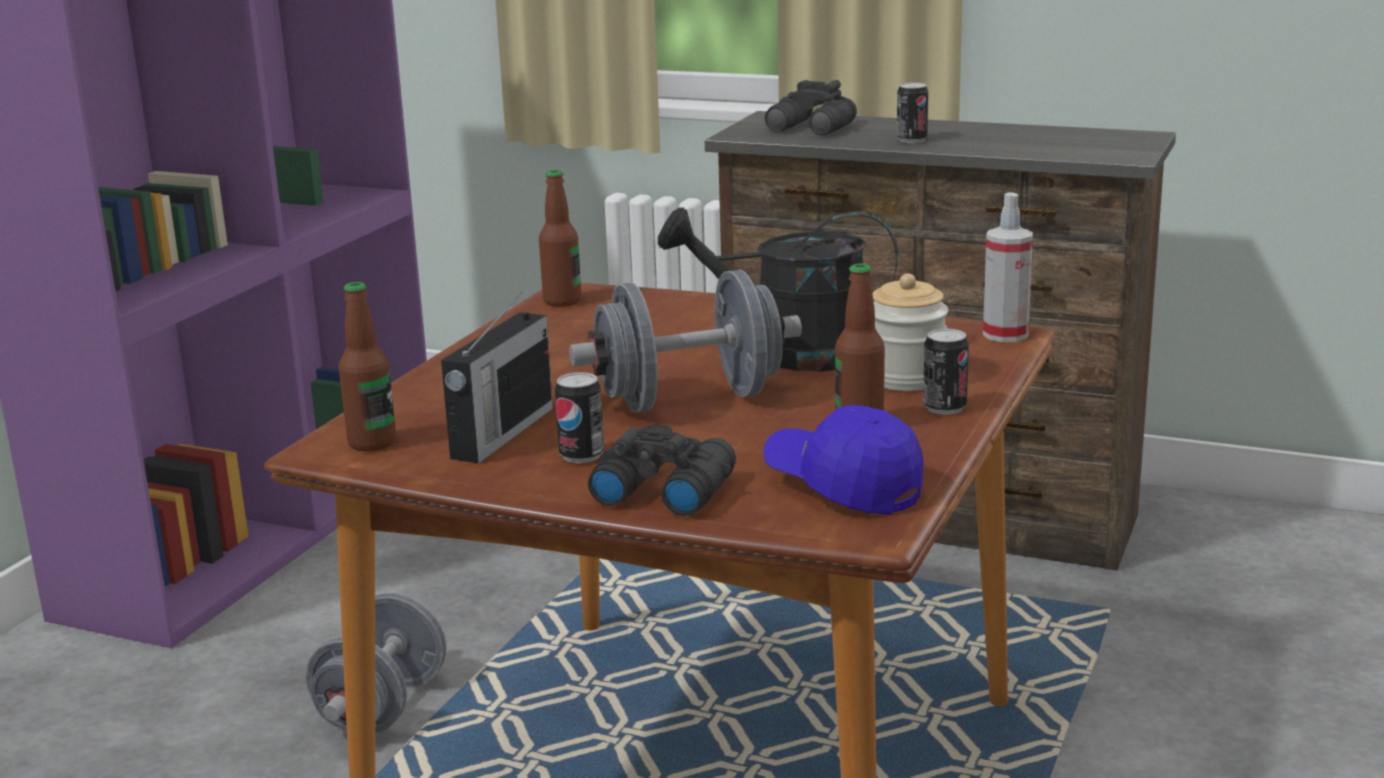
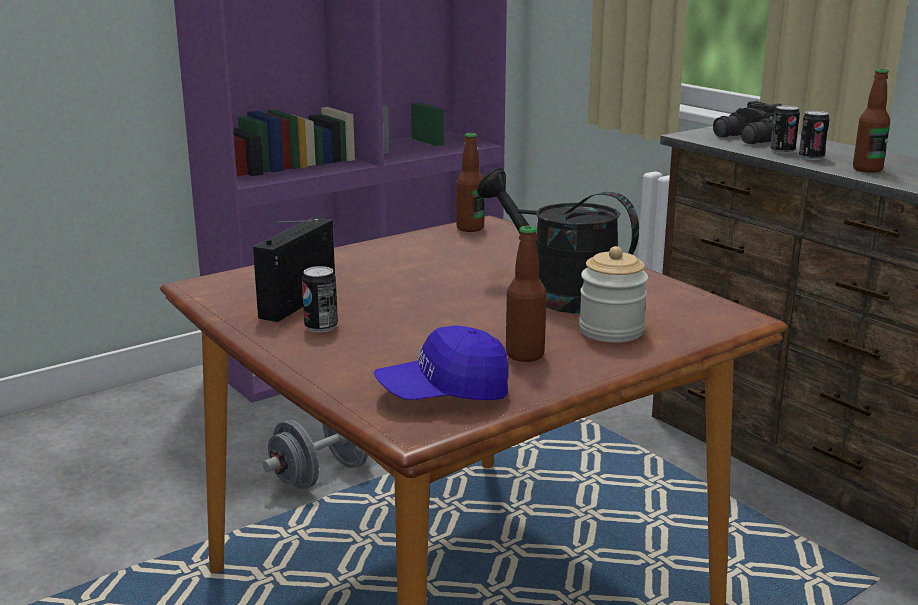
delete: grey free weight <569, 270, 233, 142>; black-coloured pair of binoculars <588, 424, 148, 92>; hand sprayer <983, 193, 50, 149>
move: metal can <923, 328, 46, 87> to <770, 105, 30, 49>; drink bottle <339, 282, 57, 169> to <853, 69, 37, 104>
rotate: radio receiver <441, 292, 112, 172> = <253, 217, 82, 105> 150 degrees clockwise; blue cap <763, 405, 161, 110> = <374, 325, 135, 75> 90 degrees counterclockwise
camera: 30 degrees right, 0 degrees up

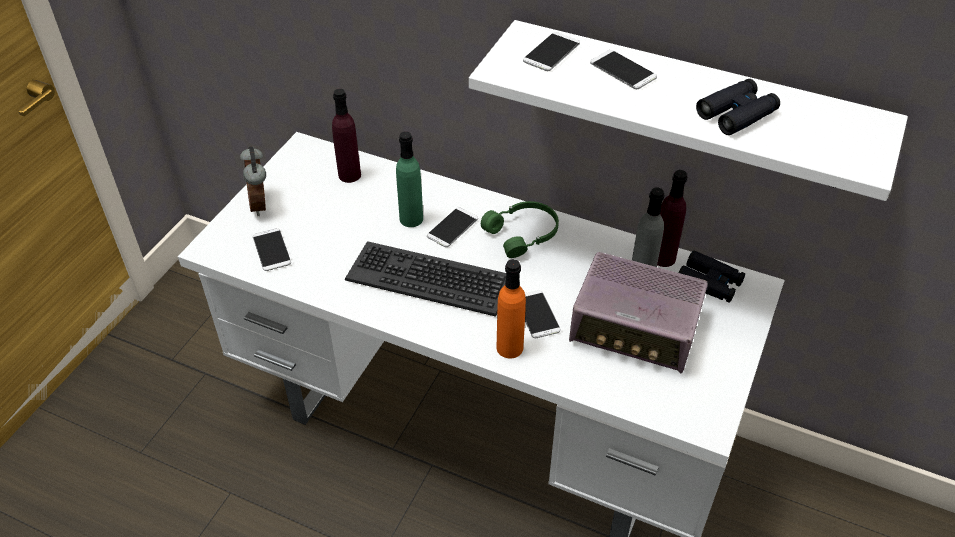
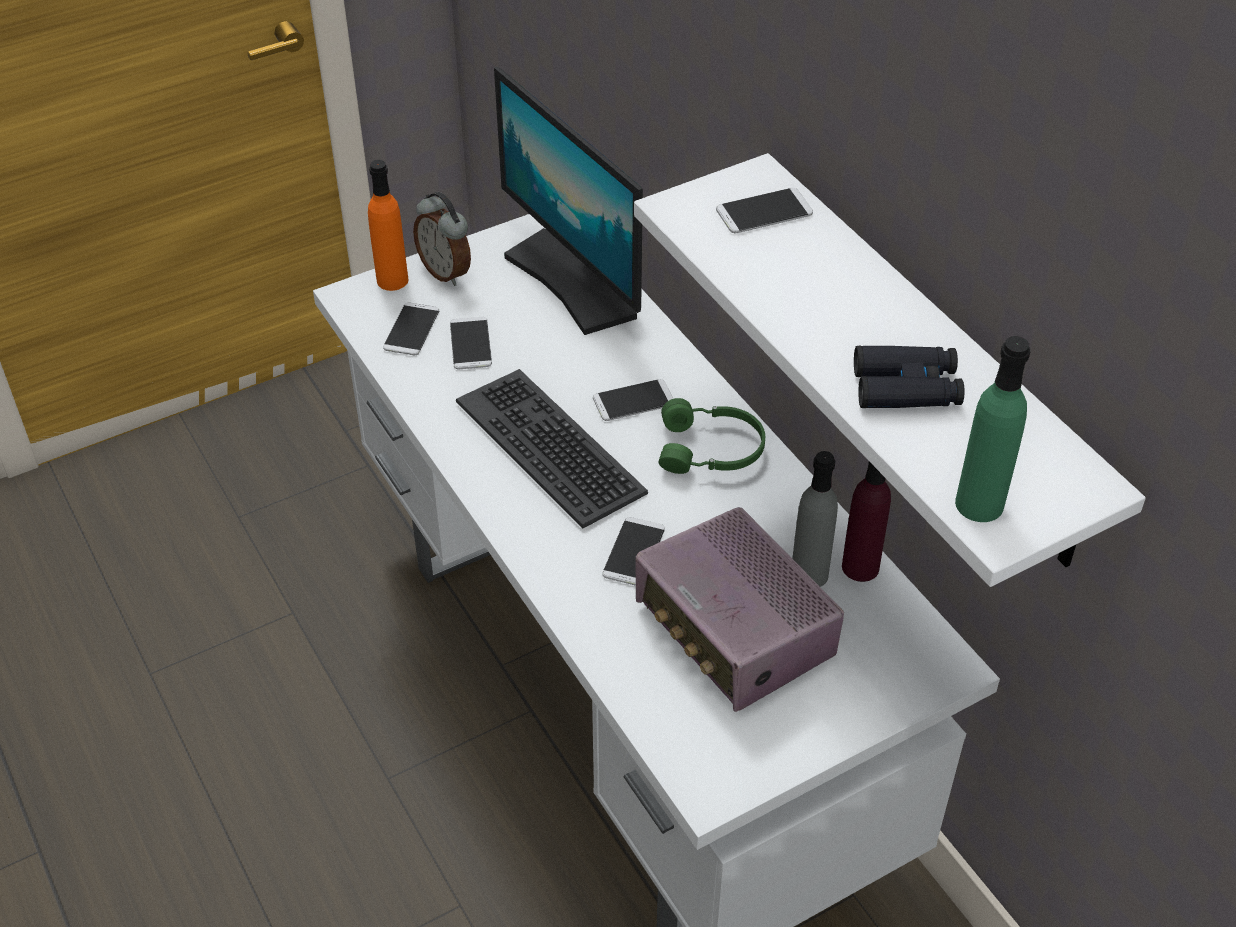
delete: black-coloured pair of binoculars <678, 250, 67, 53>
move: orangey drink bottle <496, 259, 30, 99> to <368, 160, 40, 131>; phone <590, 50, 67, 39> to <450, 317, 42, 53>; green-coloured drink bottle <396, 131, 27, 96> to <955, 336, 76, 186>
replace: purple-coloured drink bottle <332, 89, 29, 94> to computer display <494, 67, 149, 268>
rotate: bedside clock <240, 146, 26, 70> = <413, 192, 58, 94> 60 degrees counterclockwise
camera: 35 degrees right, 0 degrees up

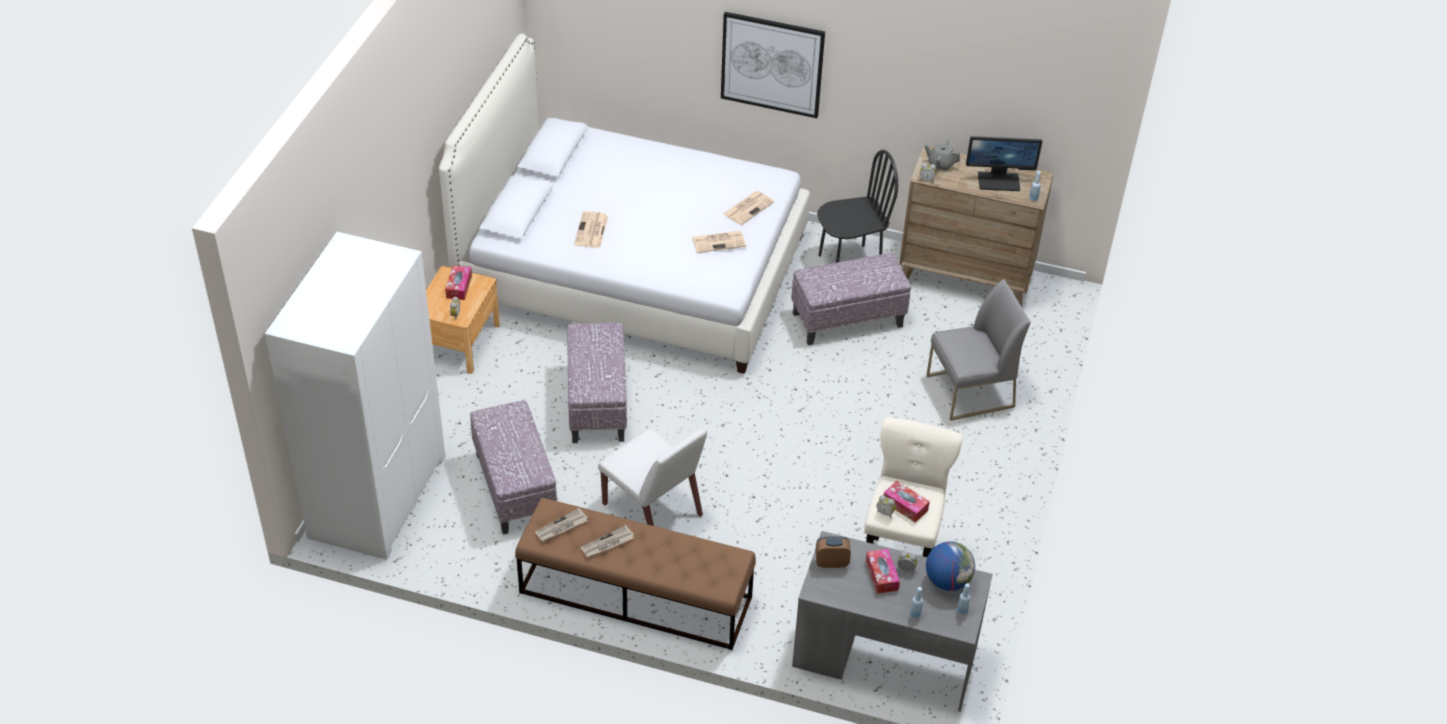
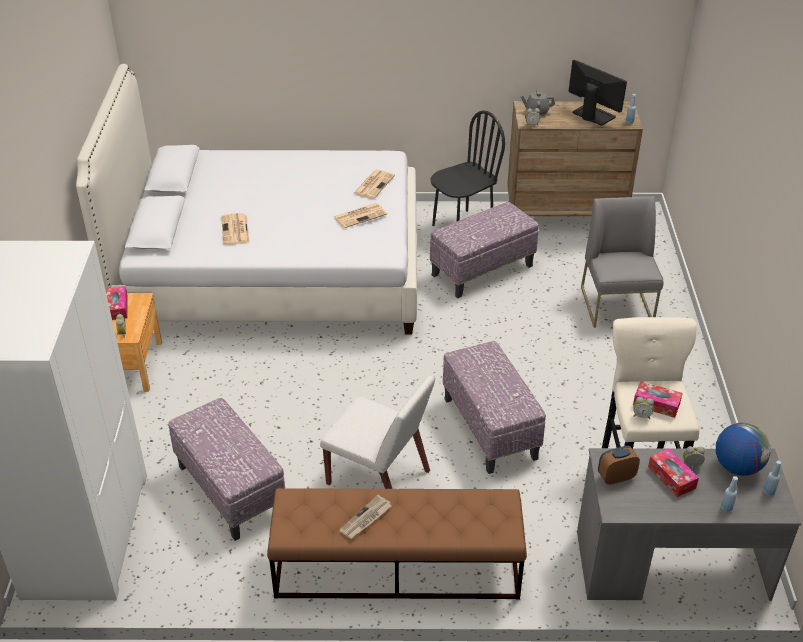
delete: printed paper <535, 508, 53, 34>; wall art <721, 12, 104, 106>
move: ottoman <567, 322, 60, 121> to <443, 341, 103, 133>
rotate: computer display <966, 136, 76, 55> = <569, 60, 58, 66> 120 degrees counterclockwise; grey upright chair <926, 279, 105, 142> = <581, 196, 83, 132> 60 degrees counterclockwise
camera: 15 degrees left, 5 degrees down

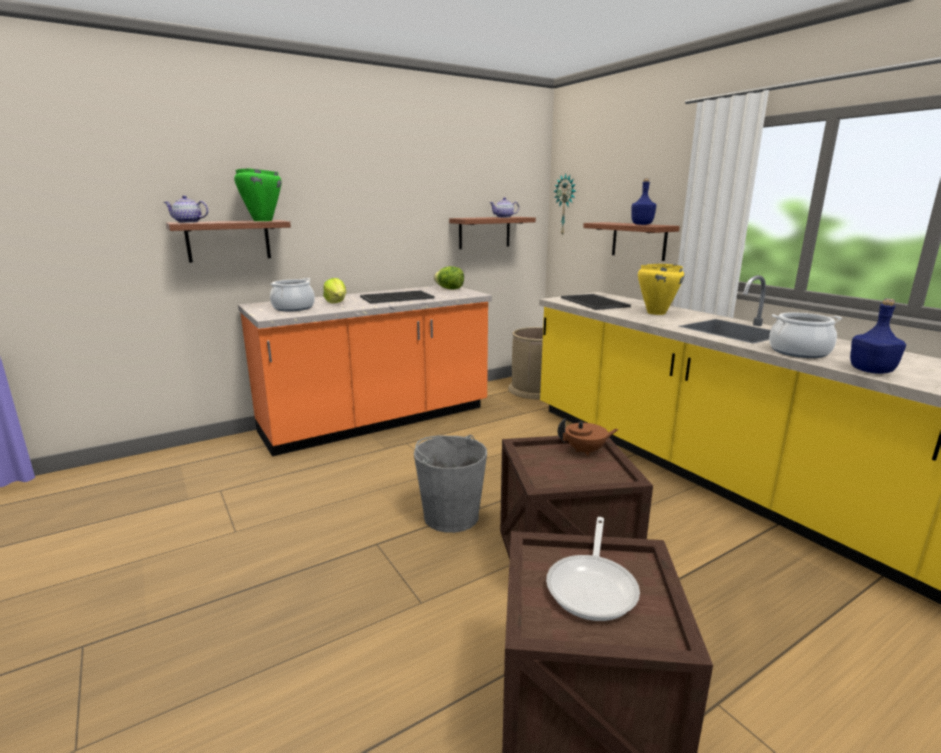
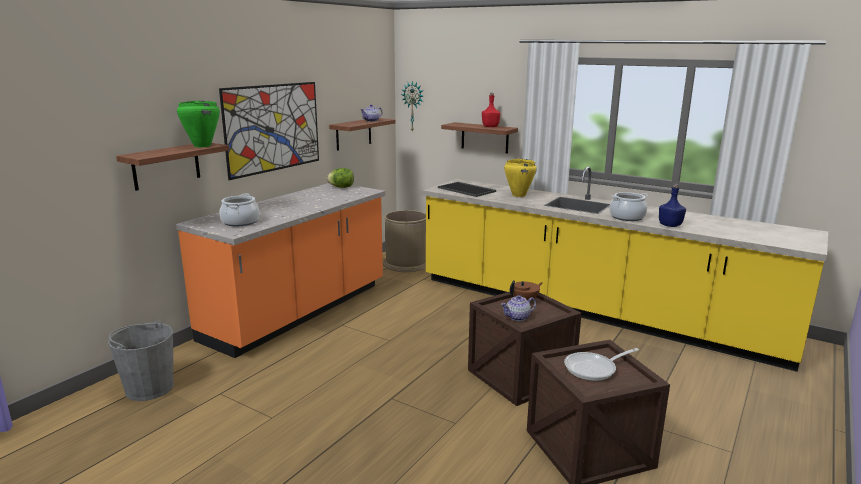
delete: head of lettuce <323, 278, 23, 25>; serving tray <360, 290, 74, 14>
insert: wall art <219, 82, 100, 98>
move: grey bucket <414, 435, 73, 98> to <108, 320, 66, 81>; pot for tea <163, 195, 46, 28> to <501, 295, 35, 26>
recolor: blue drink bottle <631, 178, 25, 47> to red-coloured drink bottle <482, 93, 19, 34>
rotate: pan <546, 517, 94, 104> = <564, 348, 75, 33> 75 degrees clockwise
camera: 25 degrees left, 0 degrees up

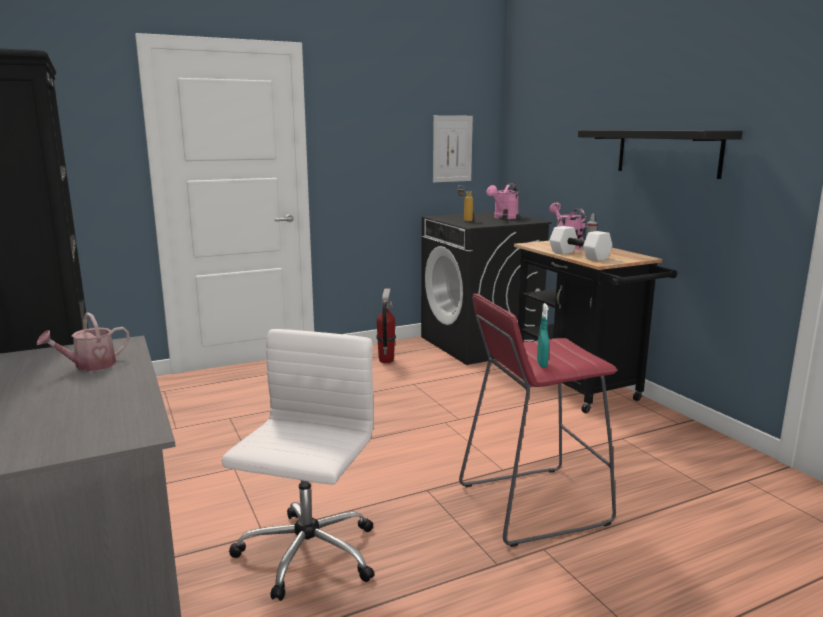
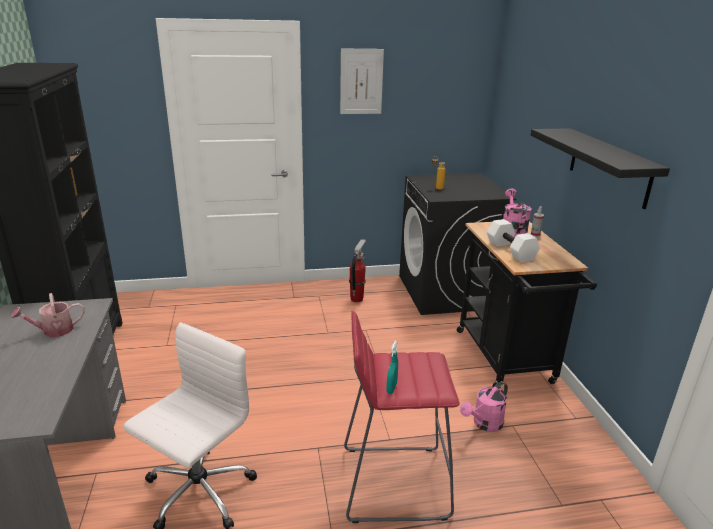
move: wall art <433, 115, 40, 67> to <340, 48, 44, 66>; pinkish watering pot <487, 183, 32, 36> to <460, 381, 48, 51>
camera: 15 degrees right, 10 degrees up

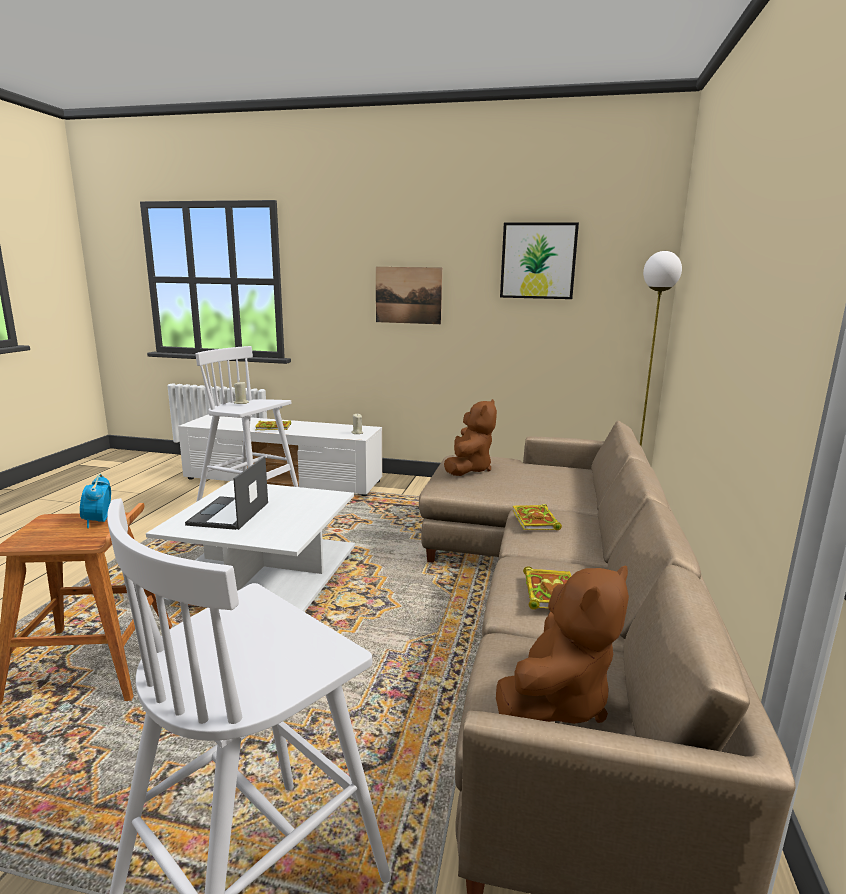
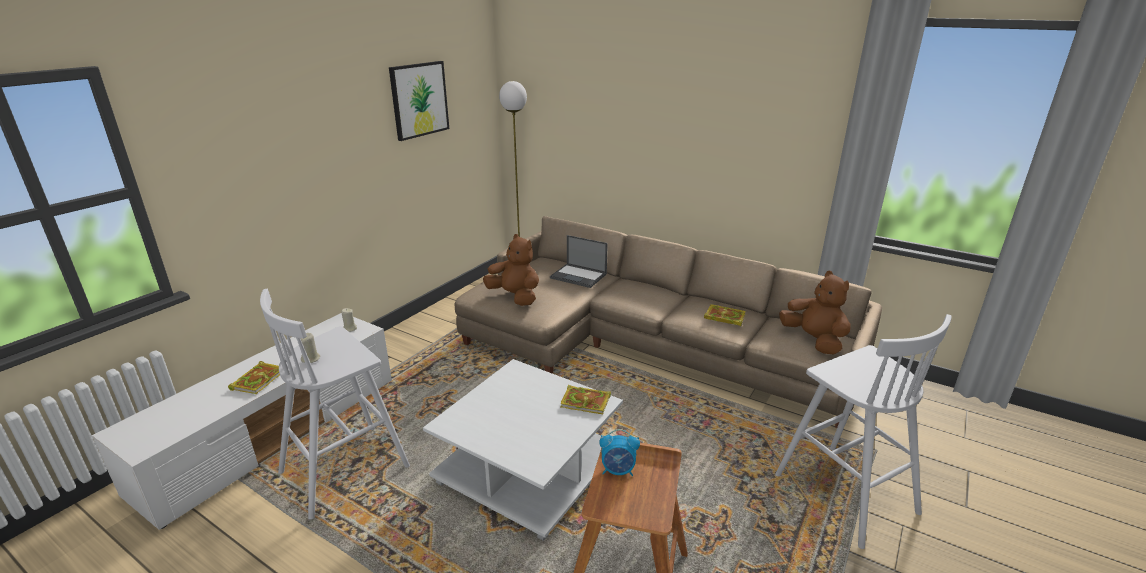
delete: wall art <376, 267, 66, 57>
move: laptop <185, 456, 83, 74> to <550, 235, 58, 53>; volume <513, 504, 49, 26> to <560, 385, 51, 29>
camera: 70 degrees left, 10 degrees up

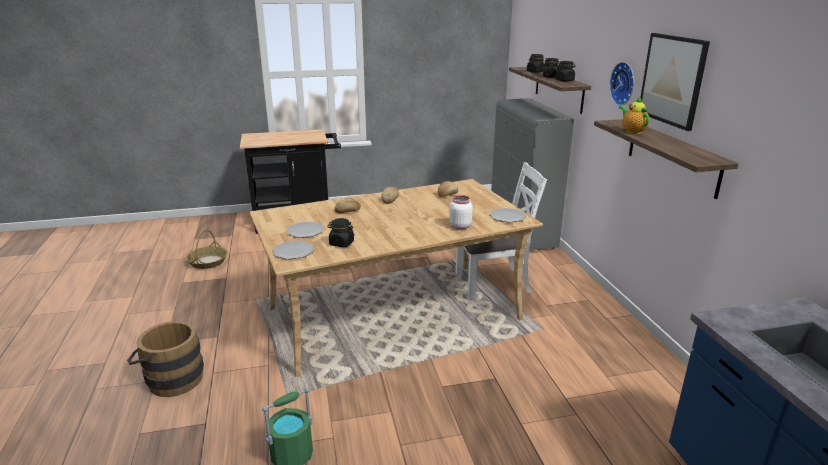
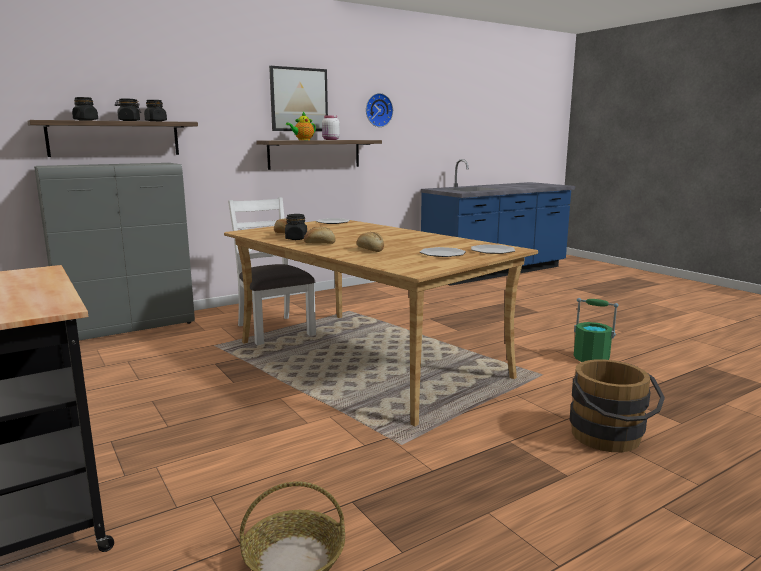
move: black-coloured preserve jar <327, 218, 27, 29> to <285, 214, 22, 26>; whitish preserve jar <449, 195, 24, 35> to <322, 115, 18, 25>; clock on the wall <609, 62, 25, 44> to <366, 93, 27, 34>
camera: 110 degrees left, 10 degrees down

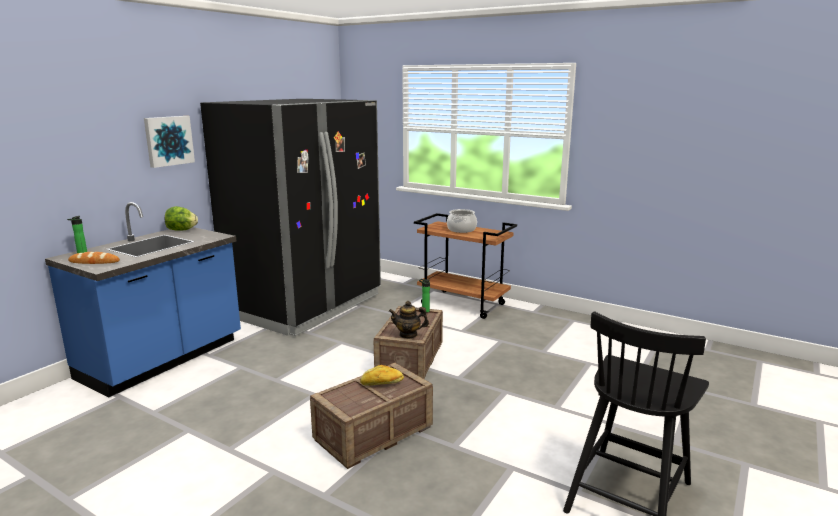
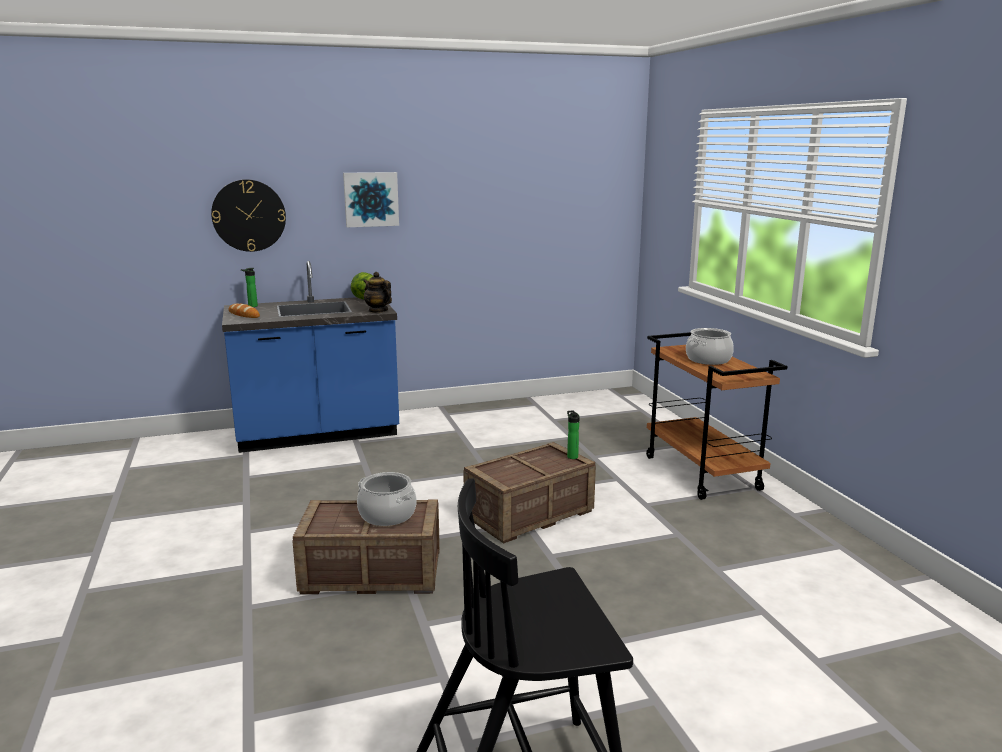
delete: black-coloured refrigerator <200, 99, 181, 237>
insert: clock on the wall <211, 179, 75, 73>
move: pot for tea <389, 301, 40, 38> to <364, 272, 28, 41>
replace: bakery bread <360, 365, 44, 21> to stockpot <357, 472, 60, 54>
camera: 40 degrees right, 0 degrees up

